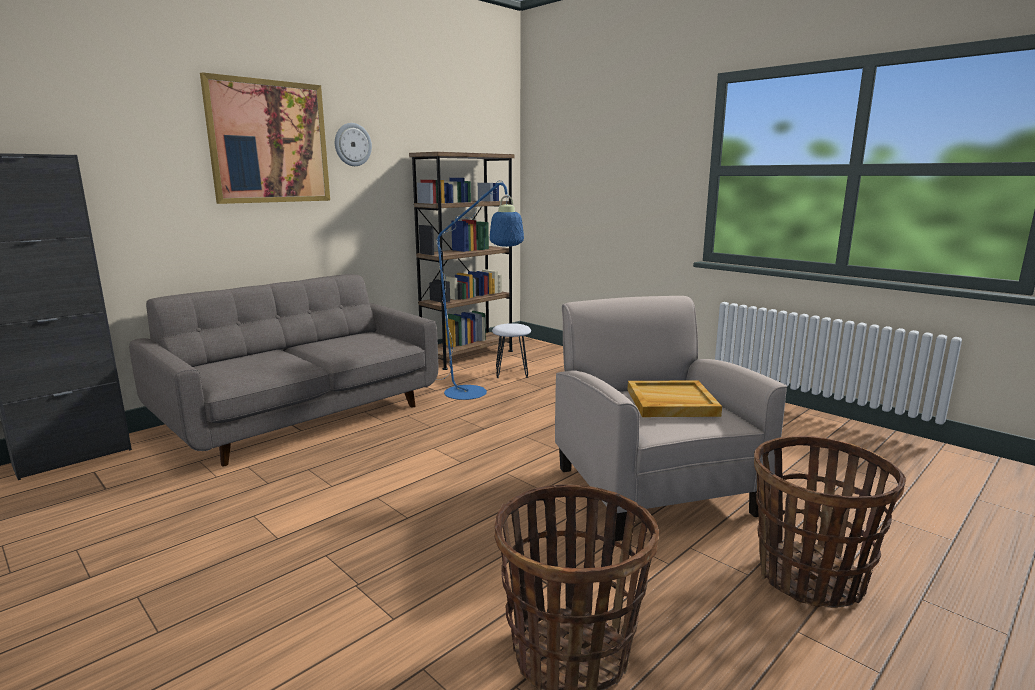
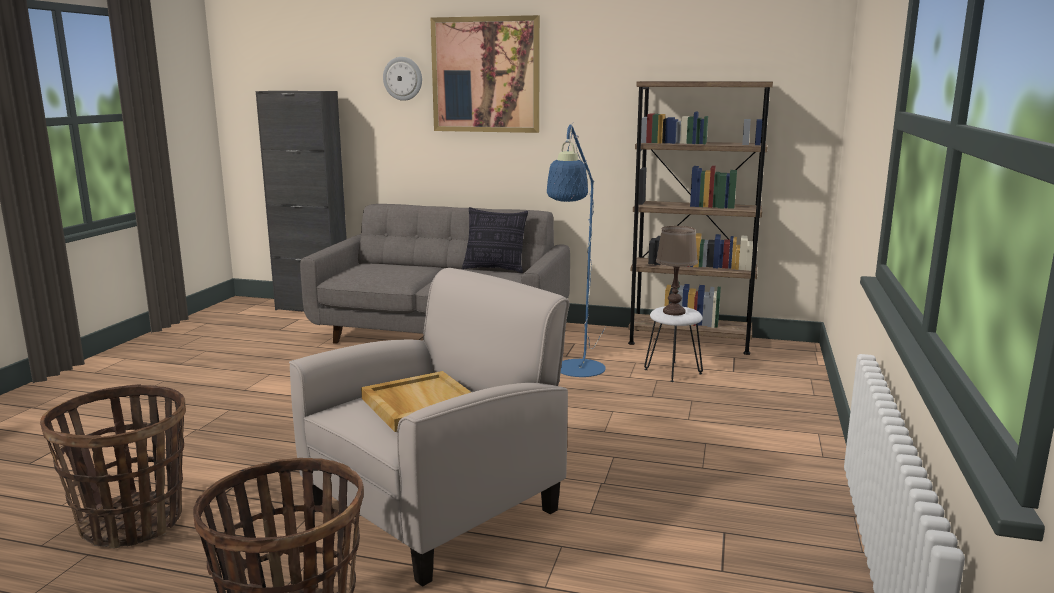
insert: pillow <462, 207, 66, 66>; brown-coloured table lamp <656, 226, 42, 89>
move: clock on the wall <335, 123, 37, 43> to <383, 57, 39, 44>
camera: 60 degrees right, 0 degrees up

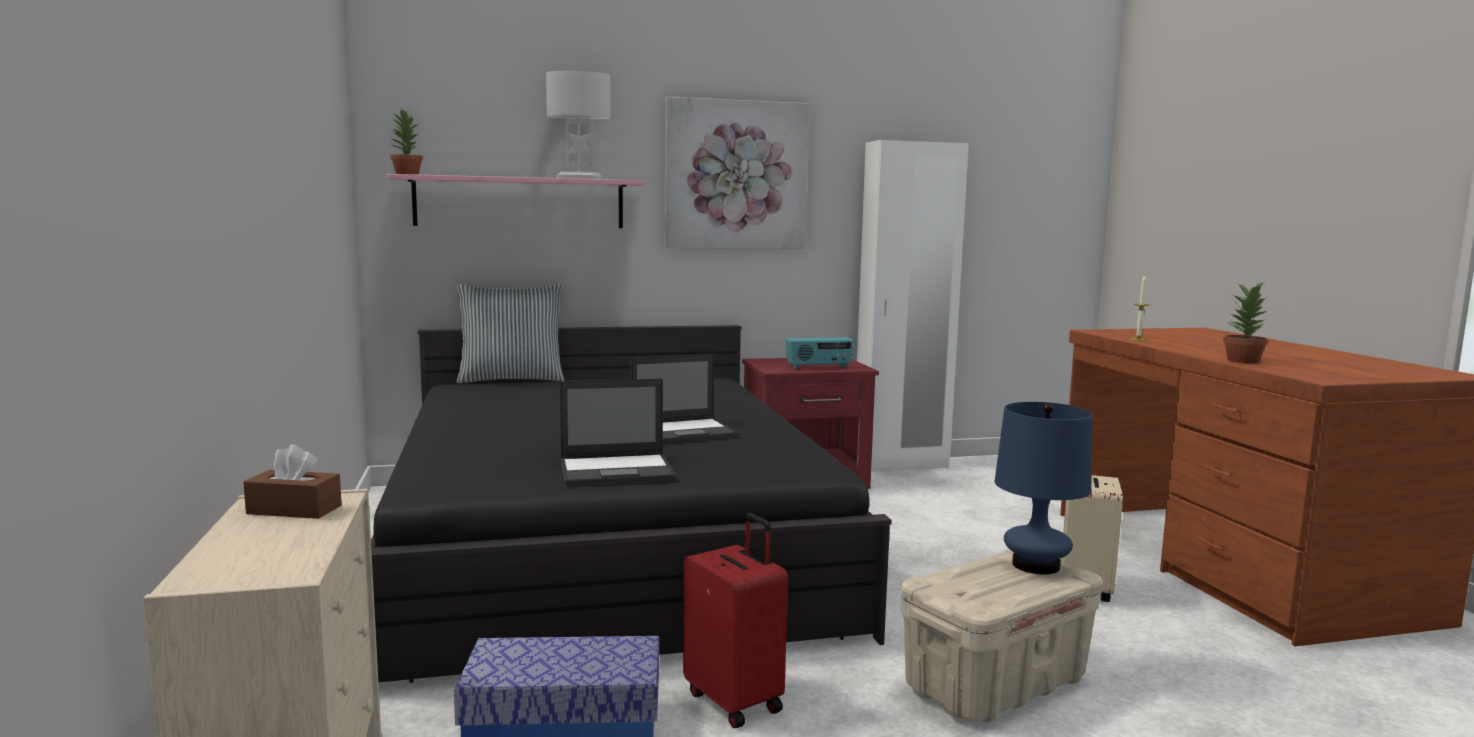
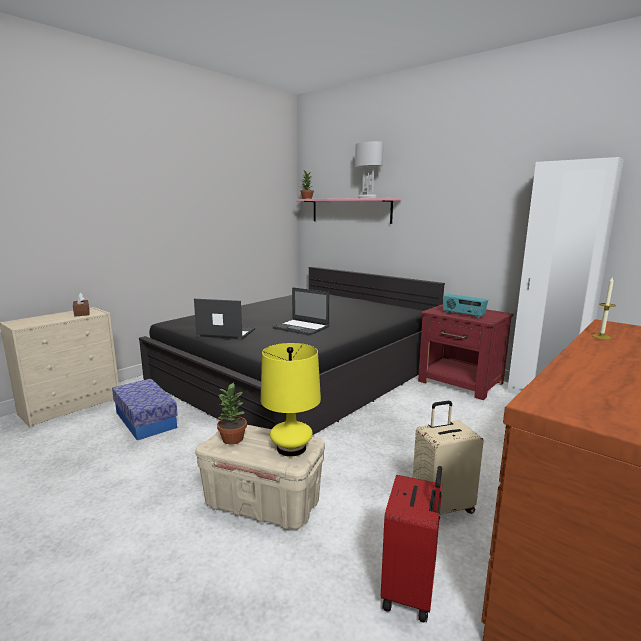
delete: pillow <457, 284, 108, 100>; wall art <665, 97, 145, 152>
move: potted plant <1223, 280, 45, 83> to <217, 381, 30, 63>; red-coloured suitcase <683, 513, 105, 215> to <381, 466, 61, 157>
recolor: blue table lamp <995, 402, 98, 173> to yellow-coloured table lamp <261, 343, 60, 114>
rotate: laptop <559, 378, 117, 108> = <194, 299, 61, 41> 150 degrees clockwise
camera: 55 degrees right, 5 degrees up

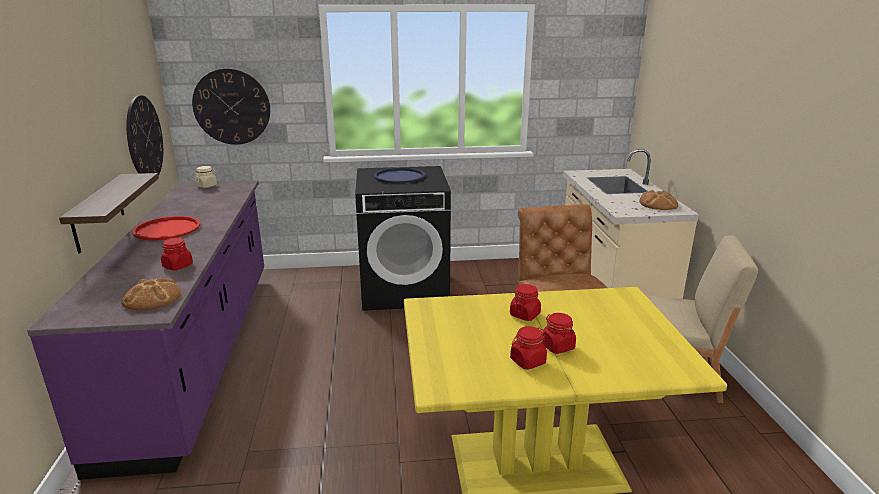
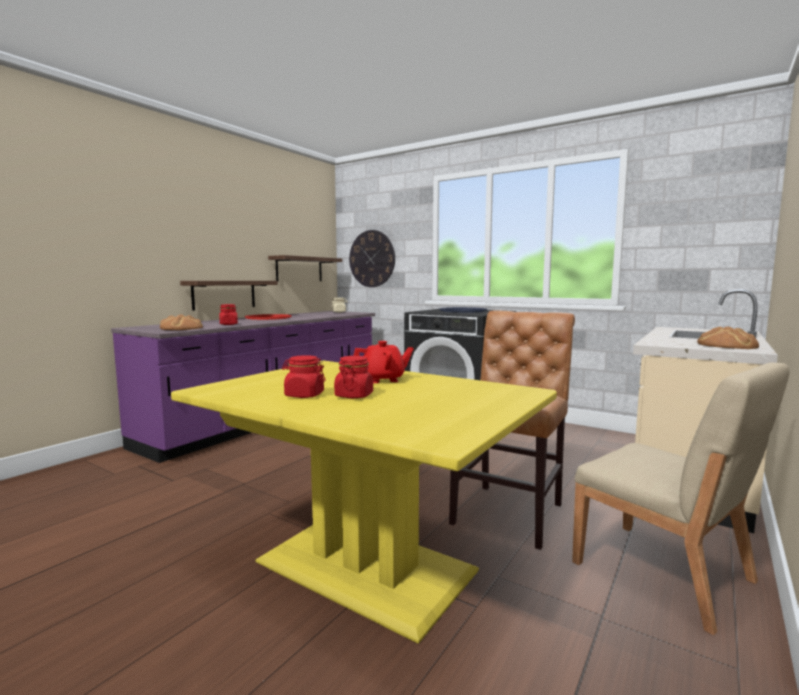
replace: clock on the wall <126, 95, 37, 81> to wall shelf <268, 255, 74, 26>; red-coloured preserve jar <510, 284, 31, 37> to red-coloured pot for tea <353, 341, 61, 42>
camera: 40 degrees right, 15 degrees down

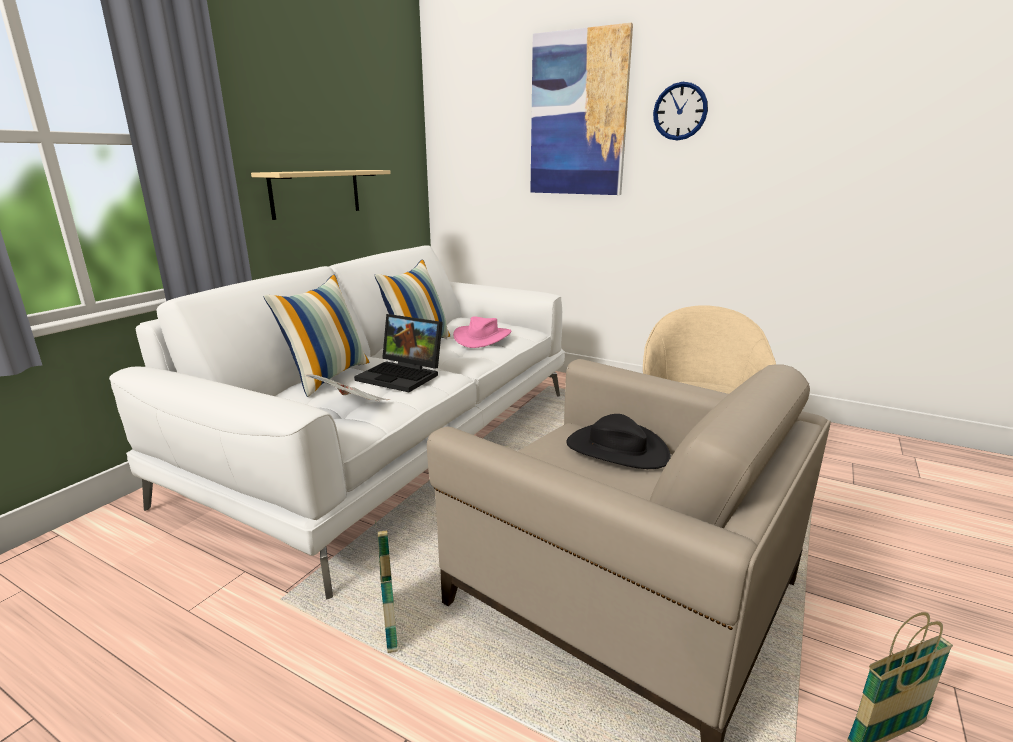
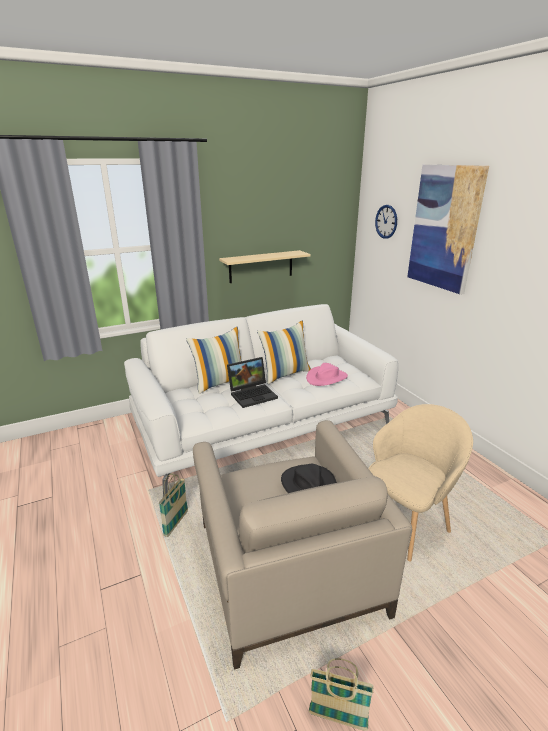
delete: printed paper <305, 374, 85, 27>
move: clock on the wall <653, 82, 55, 58> to <375, 205, 22, 34>
rotate: laptop <354, 314, 89, 78> = <227, 357, 51, 51> 90 degrees counterclockwise
camera: 35 degrees right, 5 degrees up

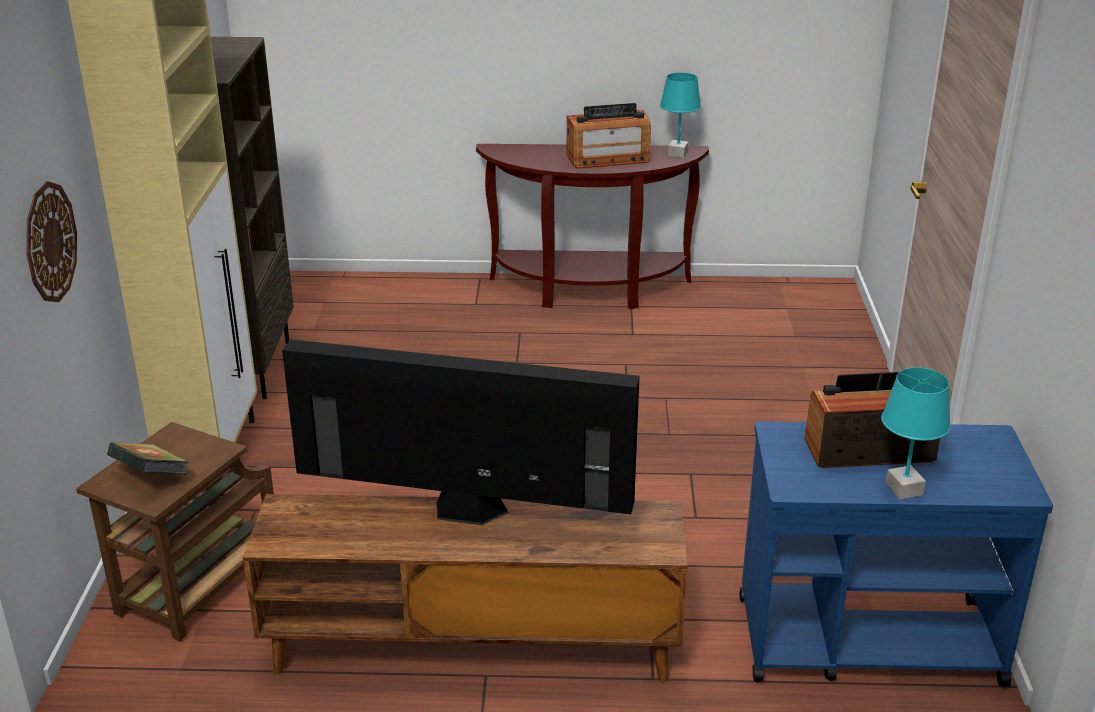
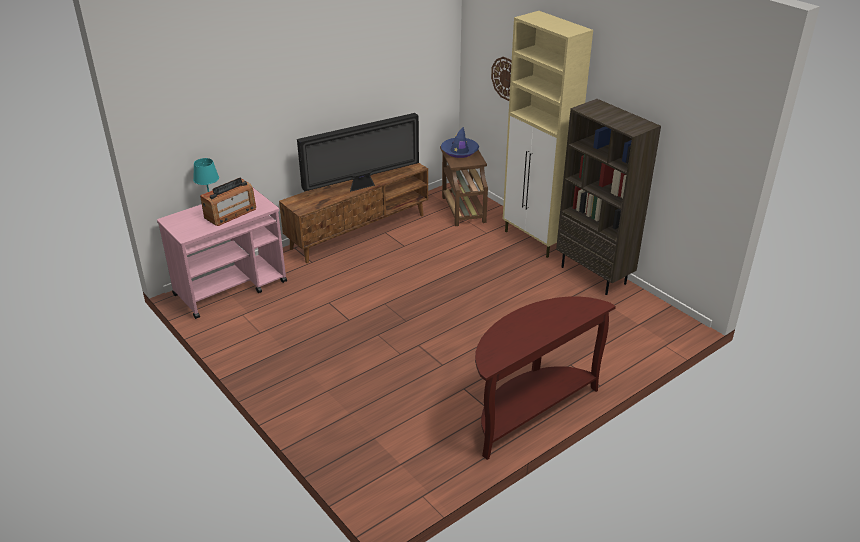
delete: radio receiver <567, 103, 84, 66>; turquoise table lamp <660, 73, 41, 85>
replace: volume <107, 442, 82, 32> to blue clothing hat <441, 127, 38, 31>
recolor: blue wheeled cart <740, 421, 313, 266> to pinkish wheeled cart <157, 188, 130, 131>
camera: 140 degrees right, 5 degrees up

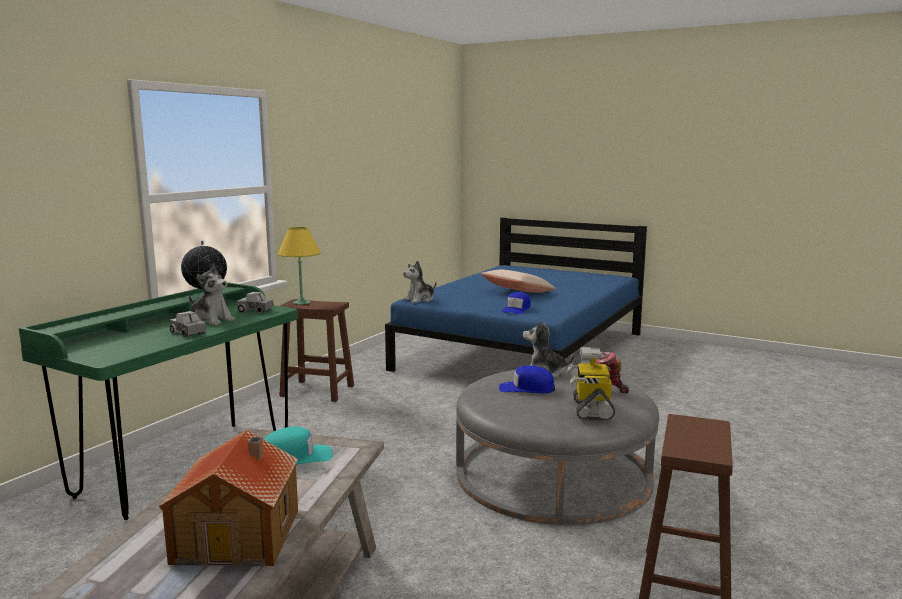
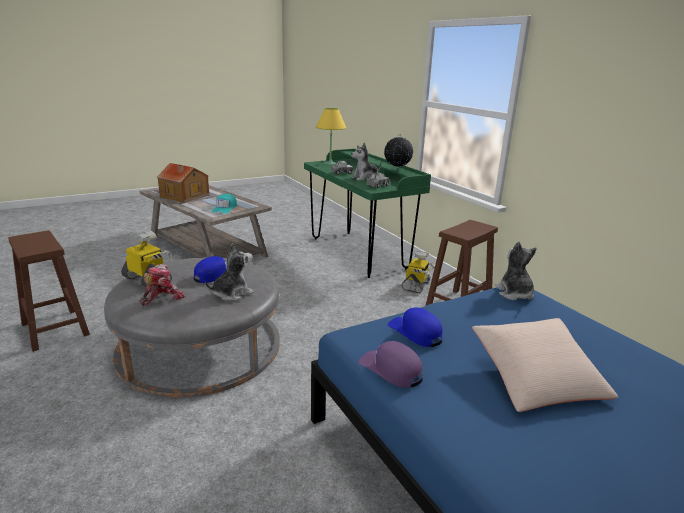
insert: purple-coloured cap <358, 341, 65, 47>; toy robot <401, 251, 34, 42>
move: yellow-coloured table lamp <277, 227, 44, 78> to <316, 108, 30, 57>
camera: 120 degrees right, 10 degrees up

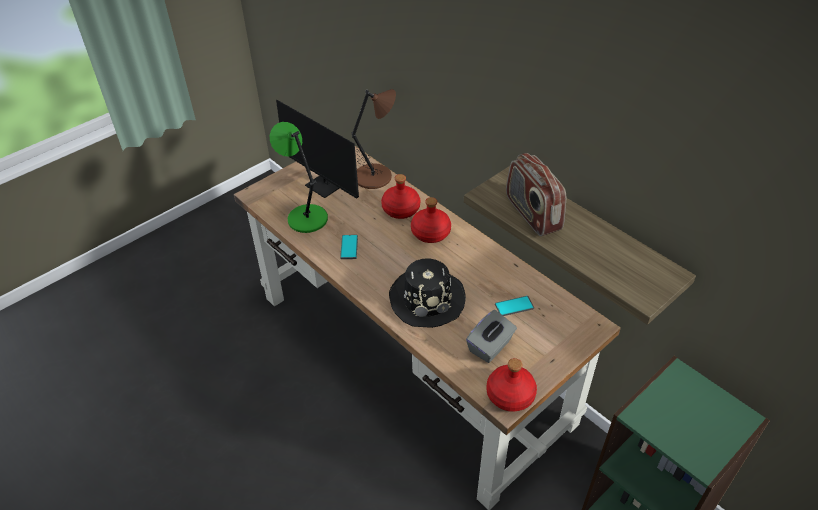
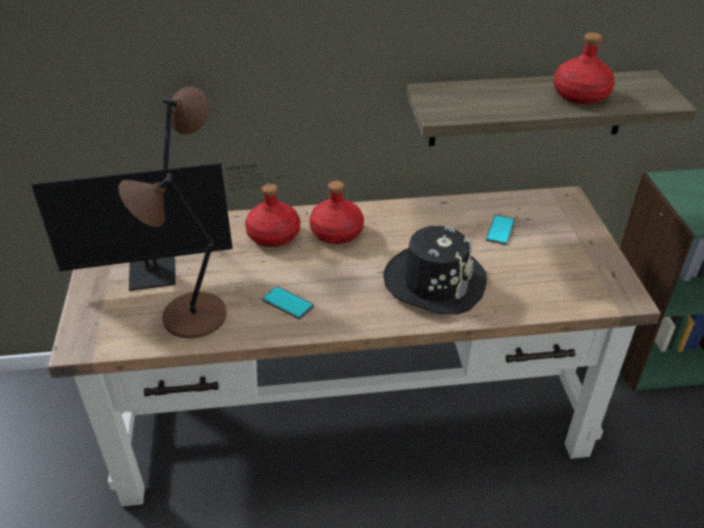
delete: grey tissue box <466, 310, 51, 53>; radio receiver <506, 153, 60, 83>
move: red-coloured drink bottle <487, 358, 50, 54> to <553, 32, 62, 72>
recolor: green-coloured table lamp <270, 122, 58, 111> to brown-coloured table lamp <119, 173, 108, 165>
camera: 55 degrees left, 5 degrees down

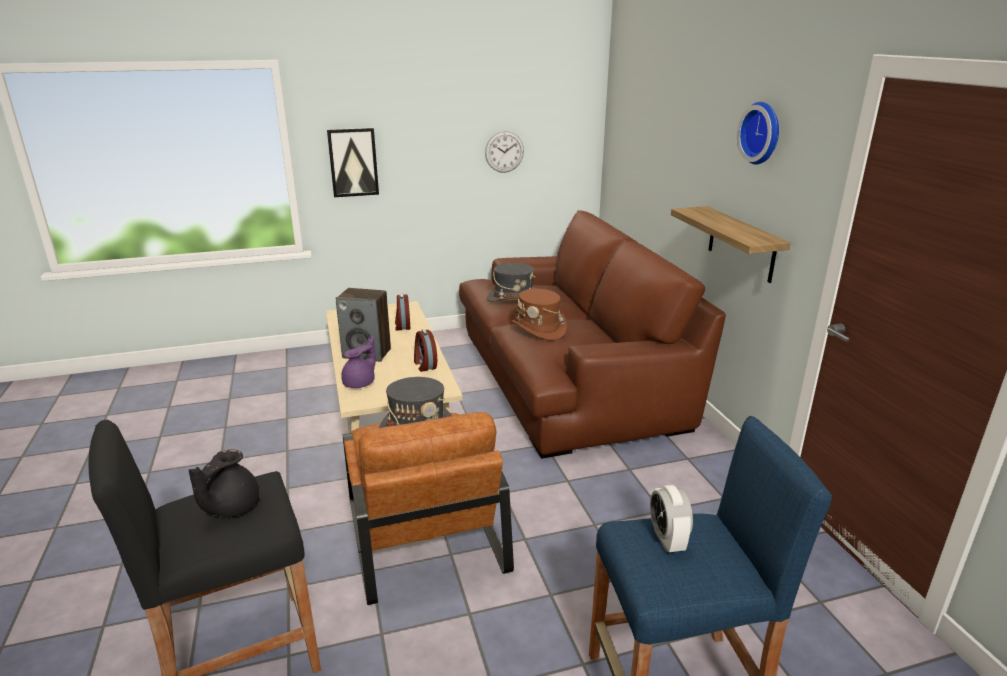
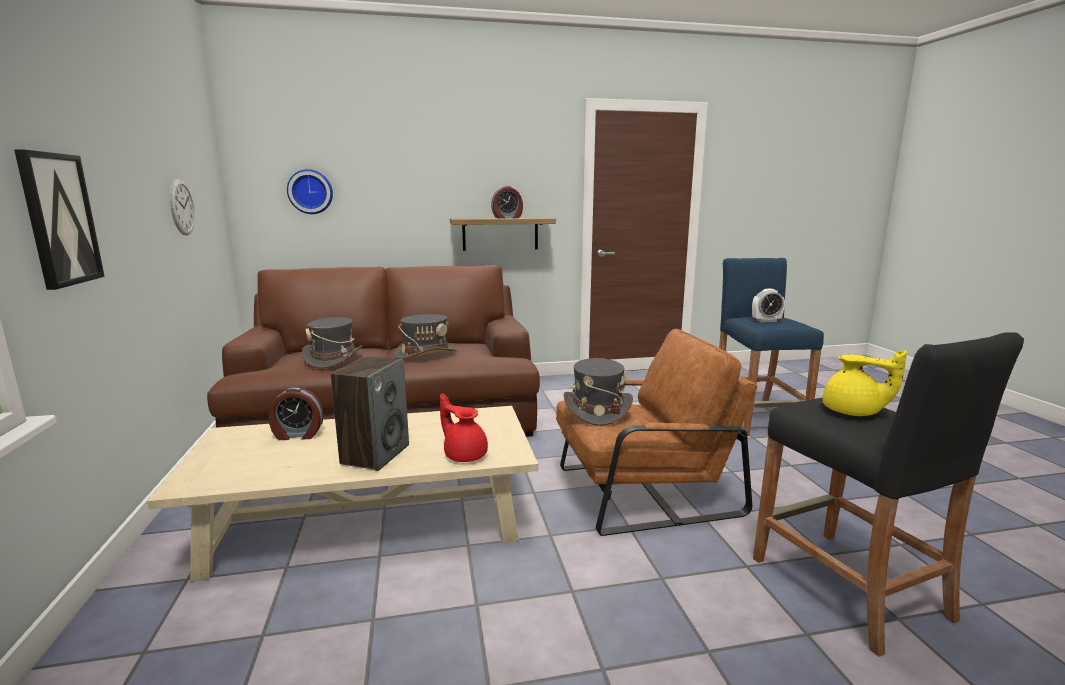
move: clock on the wall <737, 102, 42, 63> to <287, 169, 46, 45>; bedside clock <414, 329, 23, 43> to <491, 186, 32, 33>
recolor: brown-coloured clothing hat <511, 289, 56, 51> to grey clothing hat <394, 314, 63, 45>; purple-coloured pot for tea <341, 336, 35, 52> to red-coloured pot for tea <440, 394, 48, 68>; black-coloured pot for tea <189, 449, 70, 68> to yellow-coloured pot for tea <823, 350, 84, 66>
camera: 85 degrees left, 10 degrees down

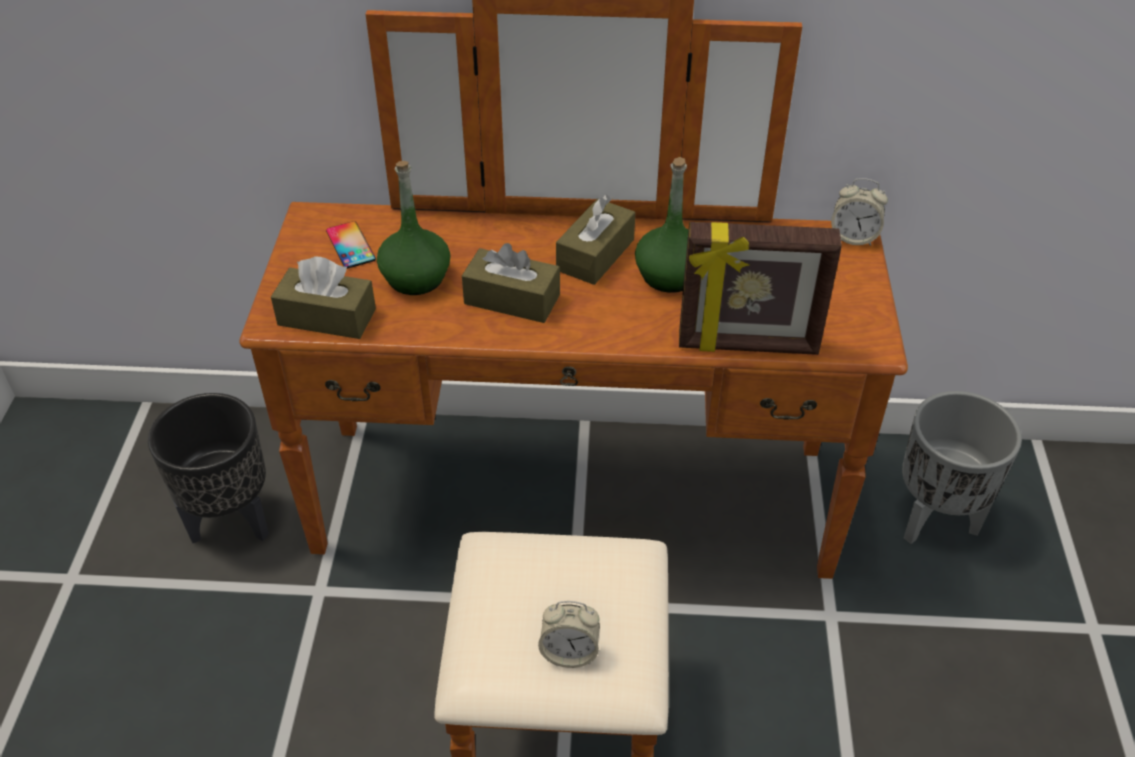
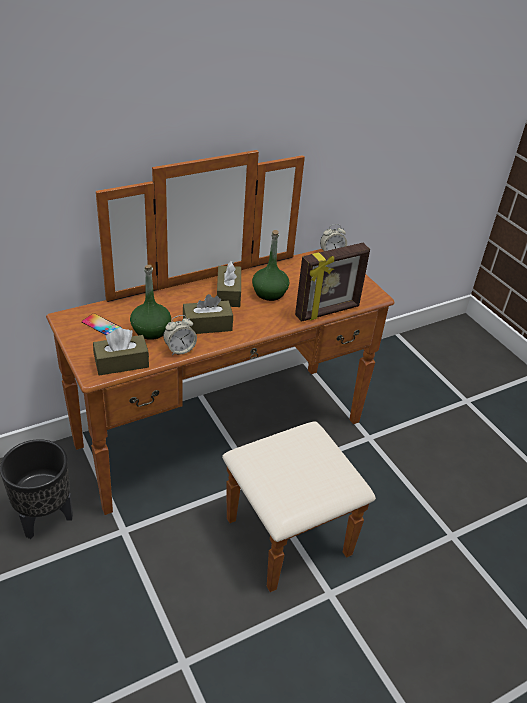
delete: grey planter <902, 391, 120, 153>
move: bedside clock <538, 601, 62, 67> to <163, 315, 34, 41>
camera: 35 degrees left, 5 degrees down

